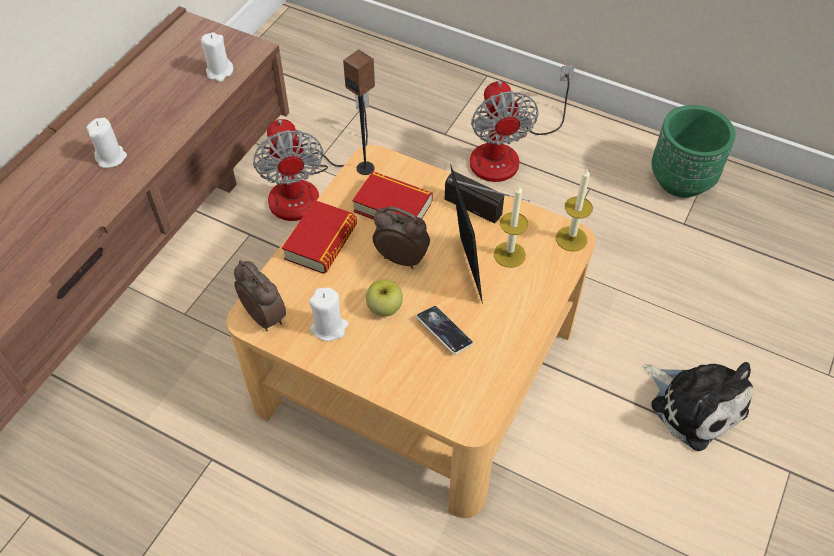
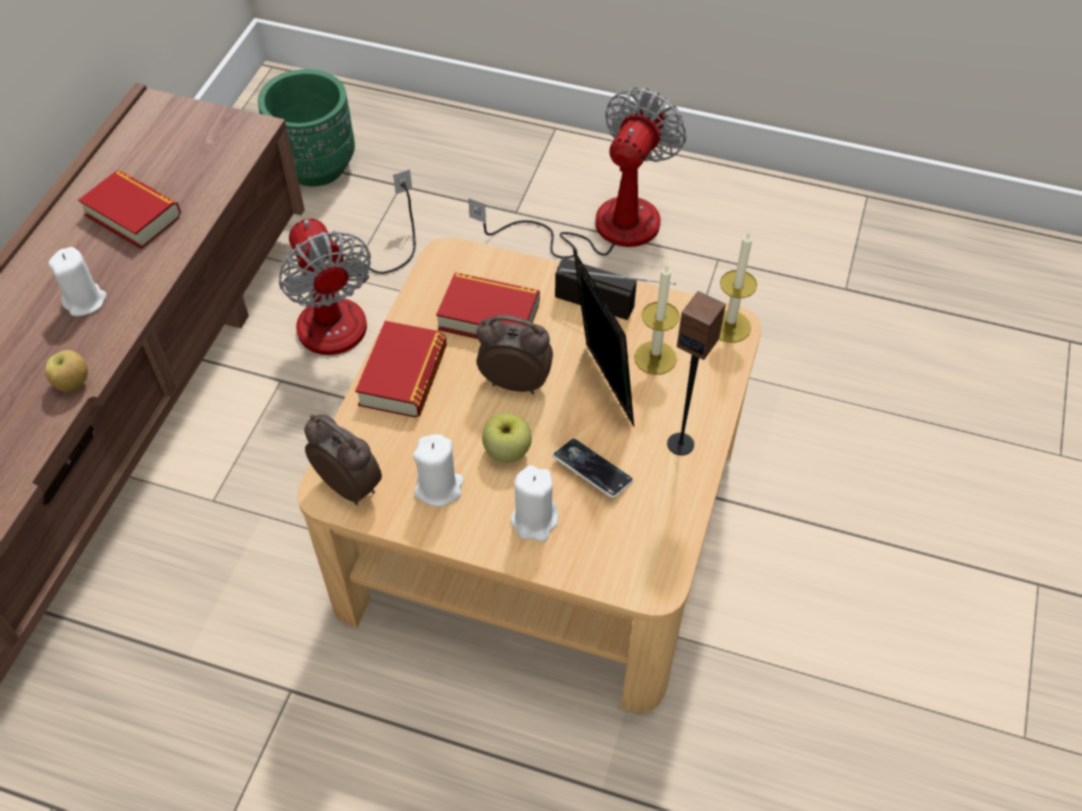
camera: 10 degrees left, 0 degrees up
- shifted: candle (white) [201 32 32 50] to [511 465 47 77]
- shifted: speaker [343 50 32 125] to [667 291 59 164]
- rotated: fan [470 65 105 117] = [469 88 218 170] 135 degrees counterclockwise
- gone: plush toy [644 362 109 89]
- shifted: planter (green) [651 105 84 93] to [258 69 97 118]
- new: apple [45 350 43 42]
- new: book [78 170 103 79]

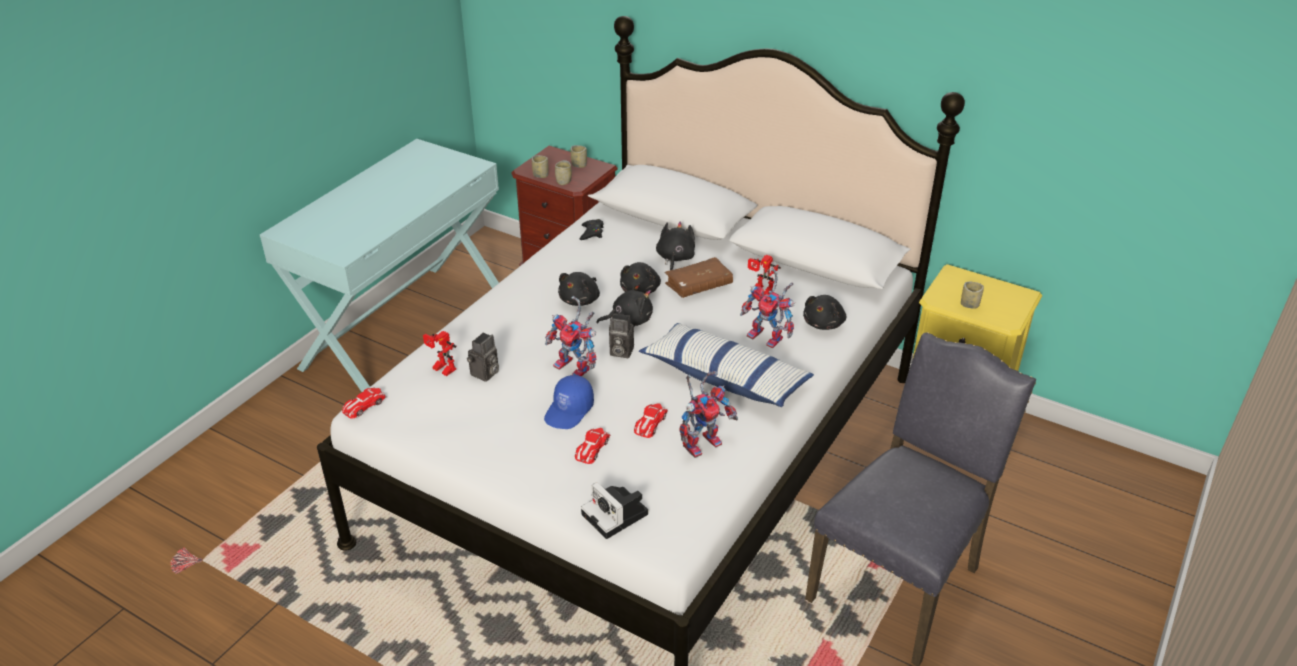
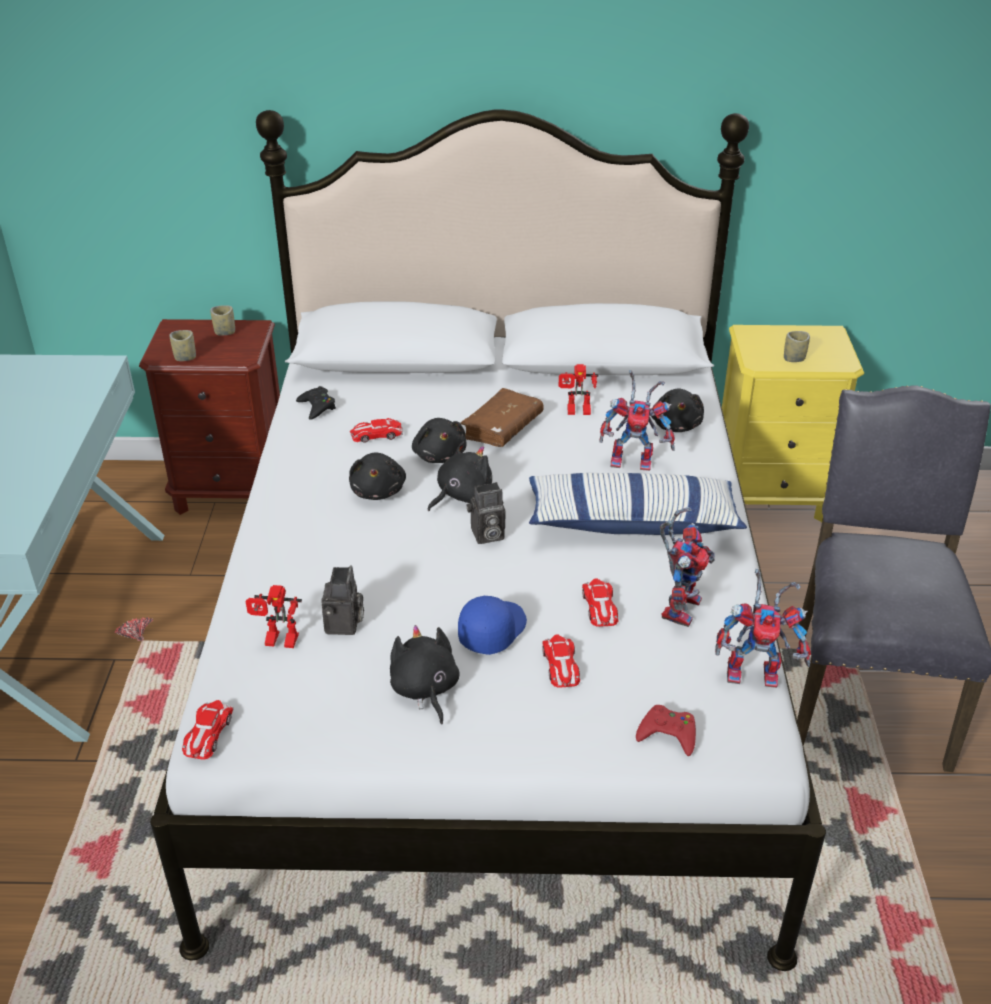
camera: 30 degrees left, 0 degrees up
- rotated: cap (blue) [544 375 50 54] = [458 595 69 60] 150 degrees counterclockwise
- shifted: toy robot [545 296 51 80] to [715 569 96 119]
- gone: cup [555 160 17 25]
- swapped: photo camera [581 482 67 57] to game controller (red) [636 705 60 51]
- shifted: plush toy (black) [656 221 39 49] to [390 625 70 100]
- new: toy car [350 418 53 25]

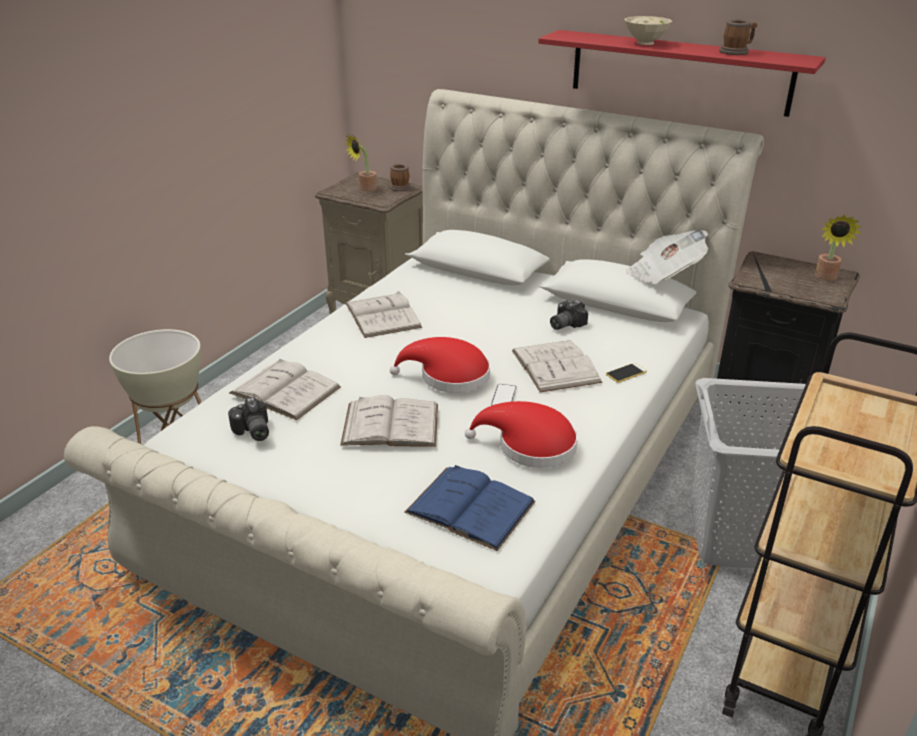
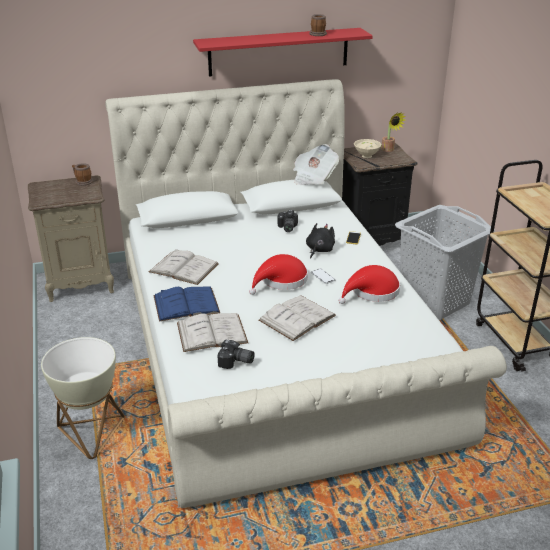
camera: 45 degrees left, 0 degrees up
- gone: potted plant [345 135 32 57]
- shifted: book (blue) [404 465 132 86] to [153 286 67 36]
- swapped: book (white) [512 340 90 53] to plush toy (black) [306 223 29 36]
- shifted: bowl (beige) [624 16 48 29] to [354 139 28 19]

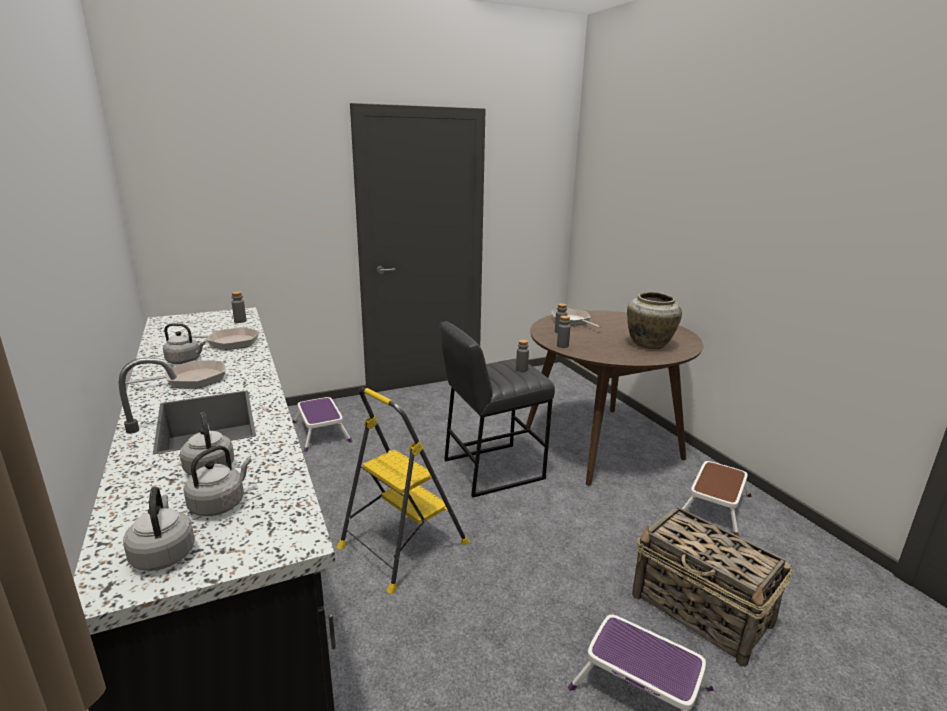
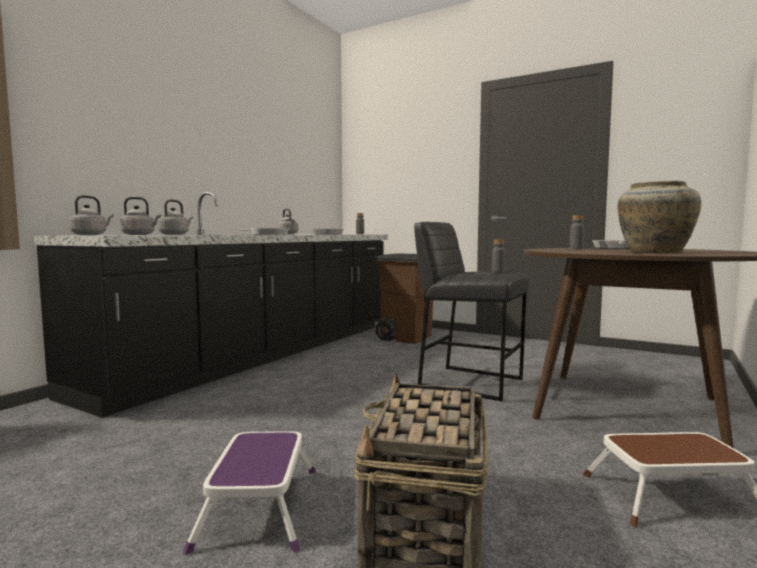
camera: 55 degrees right, 15 degrees down
- swapped: step ladder (purple) [293 397 59 55] to trash can (brown) [369 253 64 91]
- gone: step ladder (yellow) [337 387 133 207]
- gone: bottle (grey) [557 315 13 33]

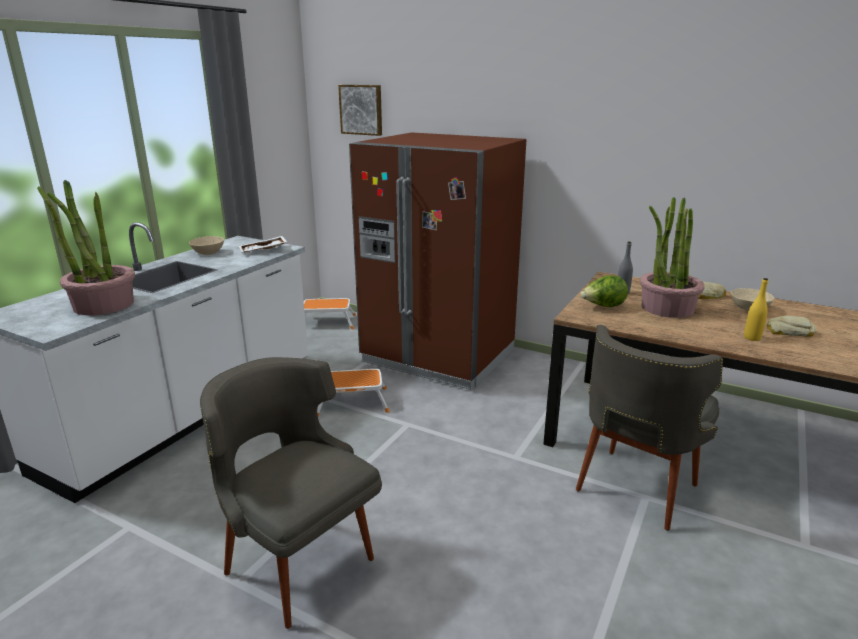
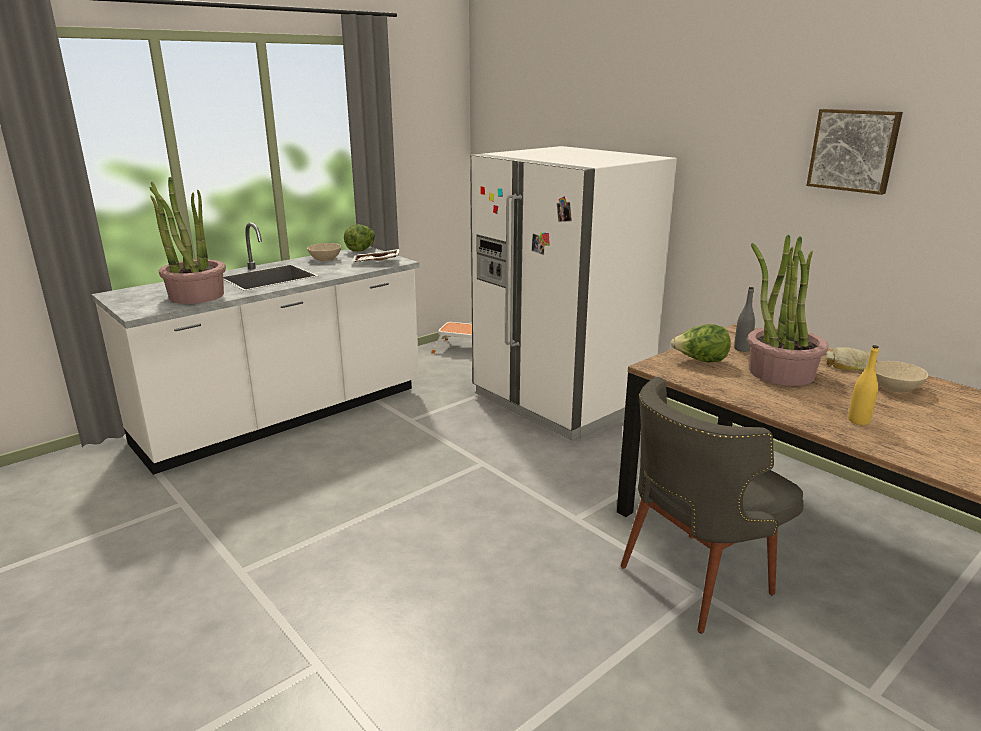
camera: 20 degrees right, 0 degrees up
- gone: chair (grey) [200 357 182 272]
- gone: step ladder (orange) [317 369 73 47]
- shifted: picture [338 85 44 51] to [806 109 97 86]
- repainted: fridge (brown) [349 132 178 258] to fridge (white) [470 146 207 295]
- gone: bread [767 316 49 21]
- new: lettuce [344 224 31 28]

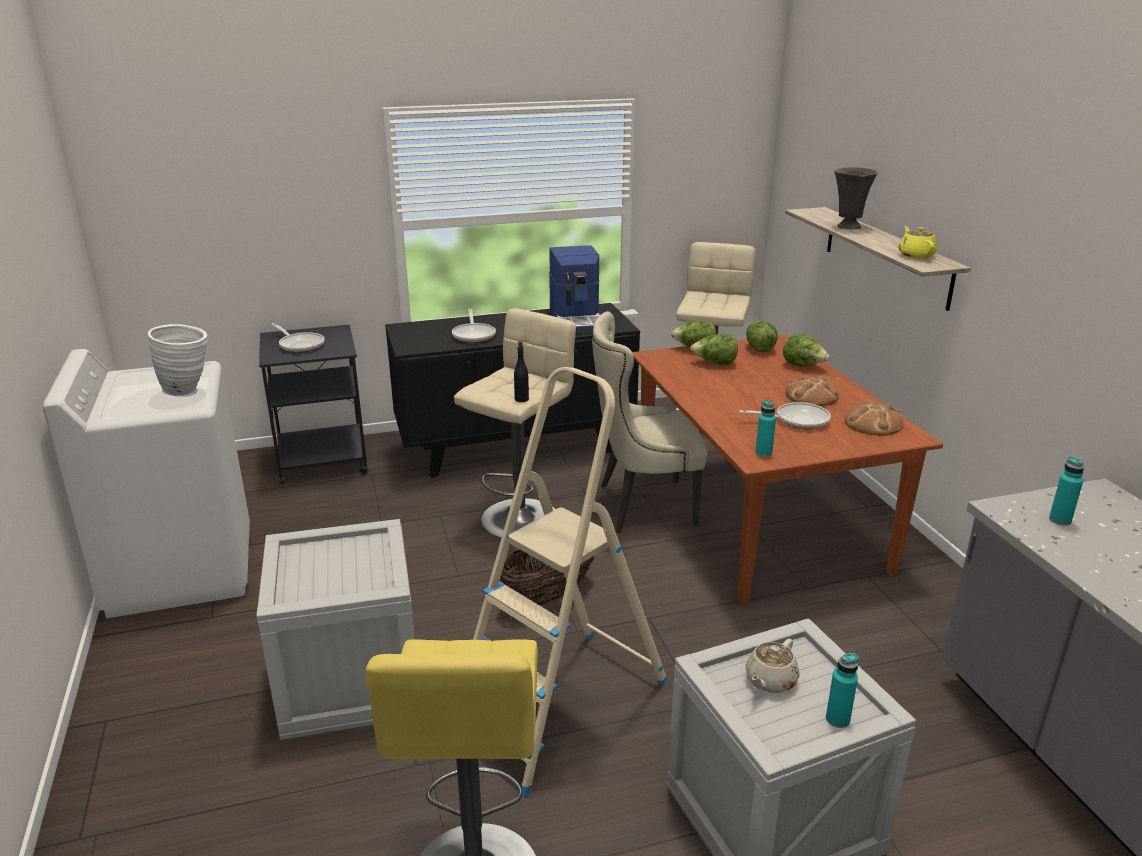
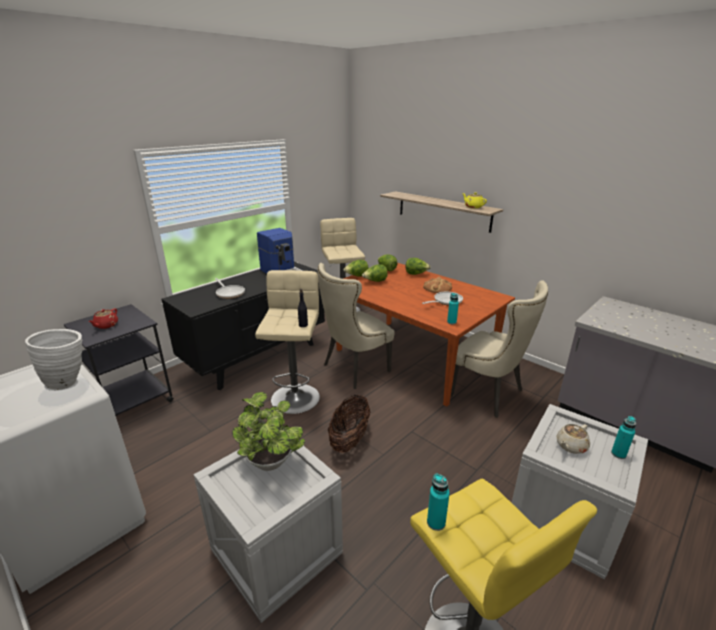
camera: 30 degrees left, 0 degrees up
- swapped: frying pan [271 323 54 29] to teapot (red) [88 308 30 21]
- gone: step ladder (beige) [473 367 195 429]
- rotated: teapot (beige) [745 639 55 54] = [556 424 34 30] 45 degrees clockwise
- gone: vase (grey) [834 167 44 62]
- gone: bread [845 400 58 36]
- shifted: bottle (turquoise) [1049 457 35 69] to [427 474 23 57]
- new: potted plant [232 392 73 79]
- new: chair (beige) [451 280 97 138]

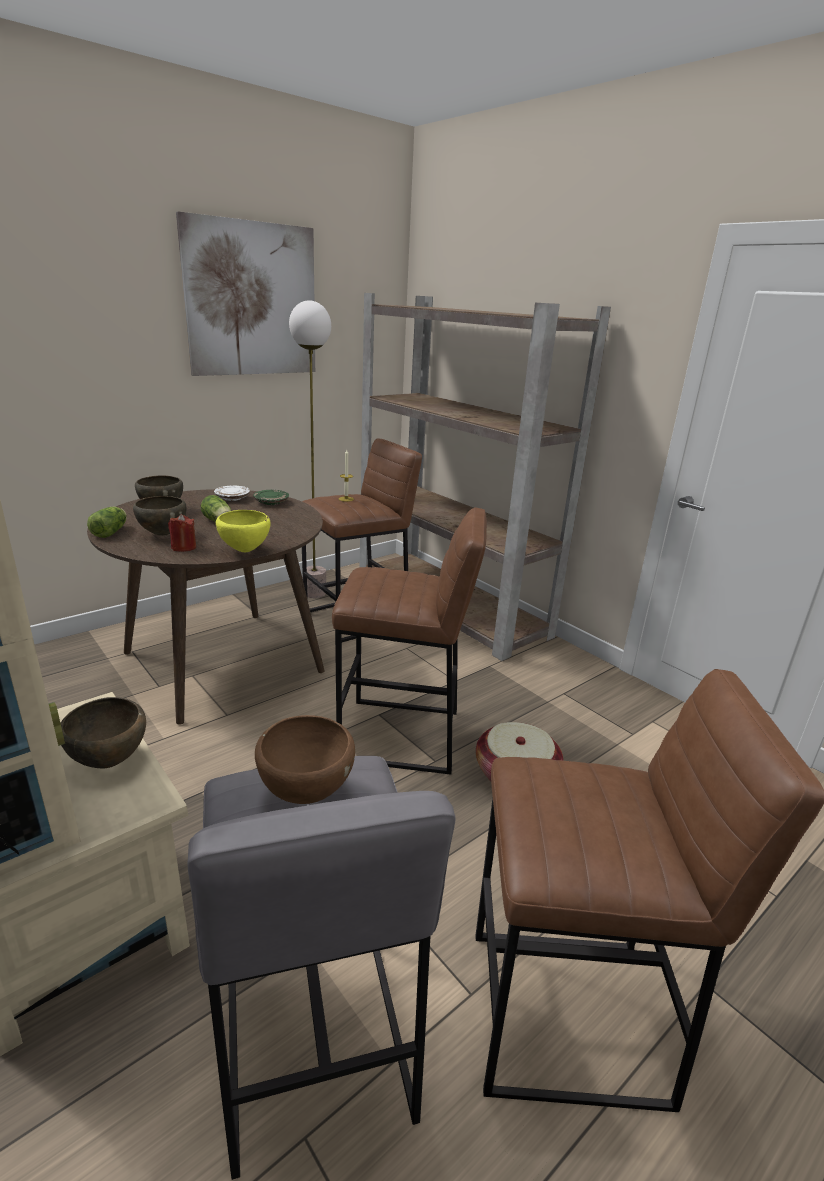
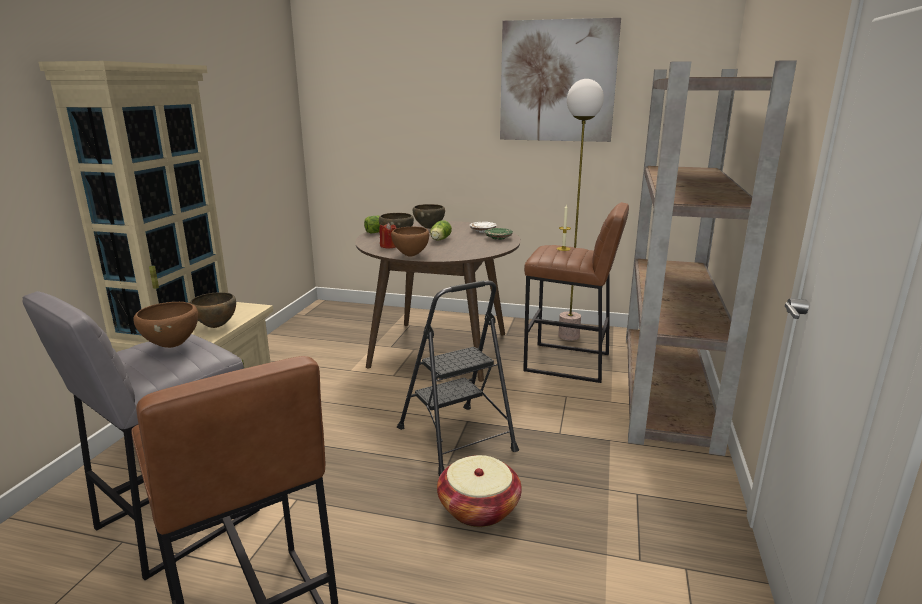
camera: 55 degrees right, 5 degrees down
- repainted: bowl (yellow) [216 510 54 42] to bowl (brown) [391 227 38 30]
- swapped: stool (brown) [332 507 155 268] to step ladder (black) [397 281 122 196]

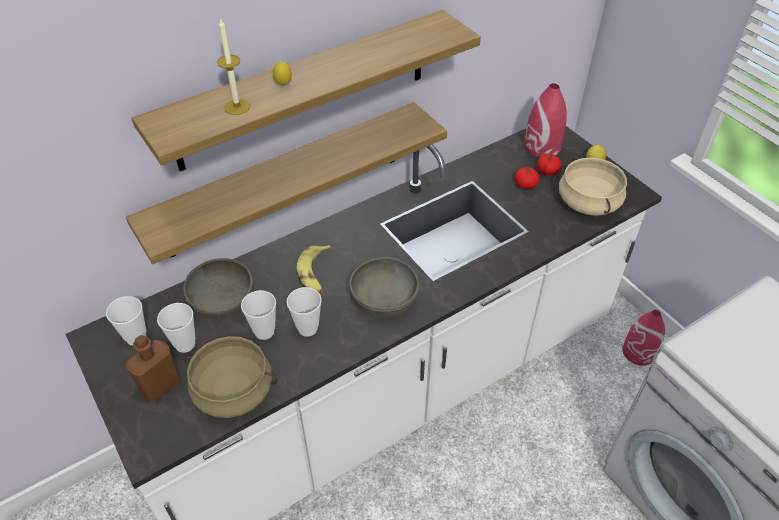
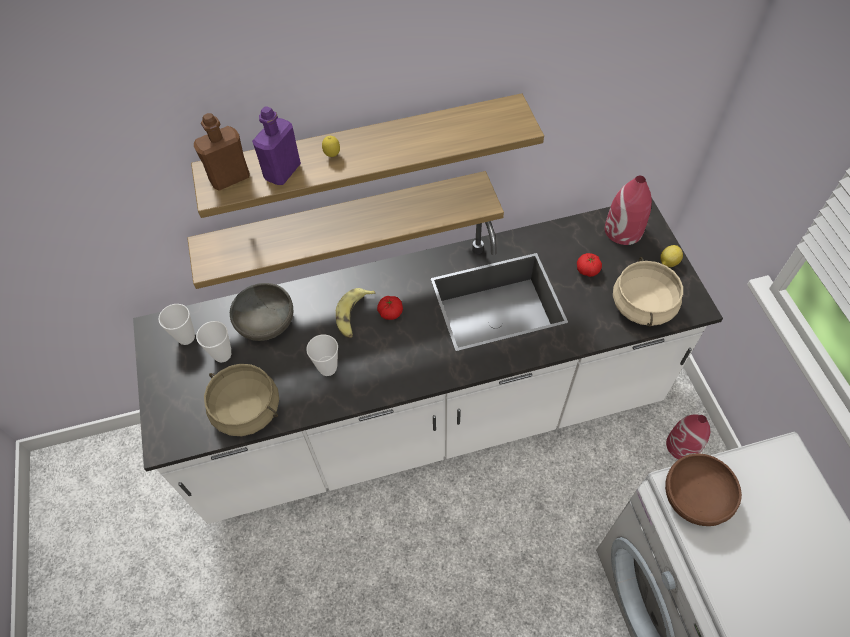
camera: 20 degrees right, 10 degrees up
- shifted: bottle (brown) [126 335 54 67] to [194 113 56 78]
- swapped: candle [217 18 33 97] to bottle (purple) [252 106 49 79]
- gone: cup [241 290 35 50]
- gone: bowl (grey) [349 257 70 60]
- shifted: tomato [537 154 24 21] to [377 296 26 24]
- new: bowl (brown) [665 454 77 72]

